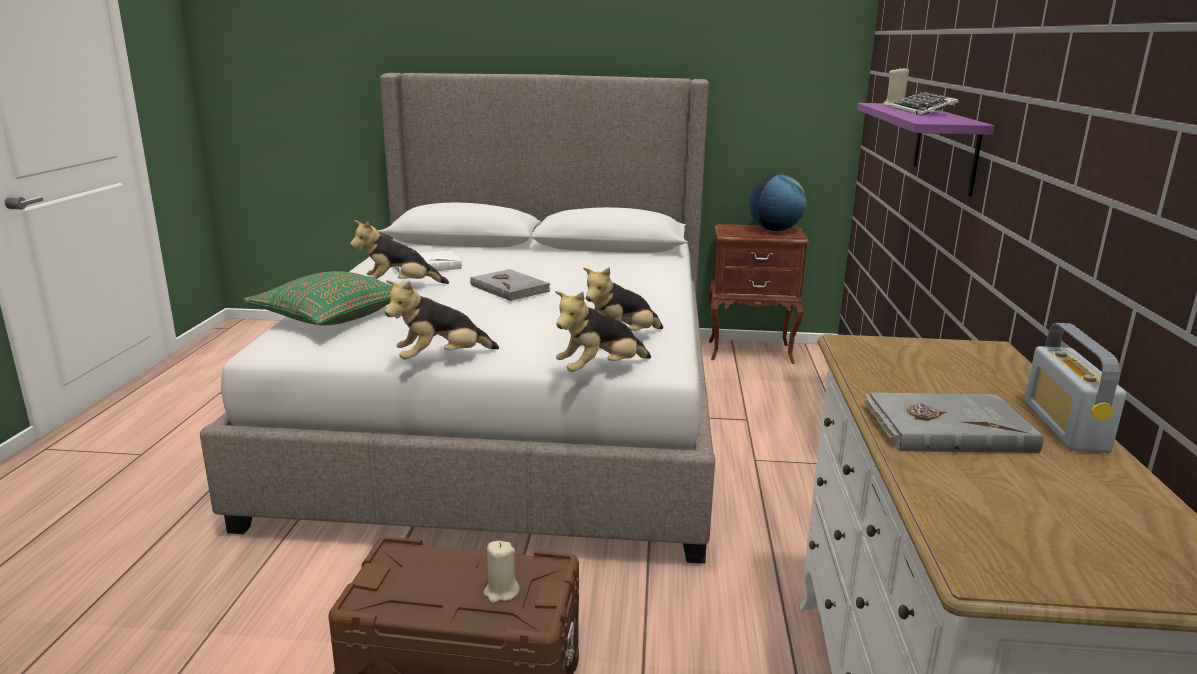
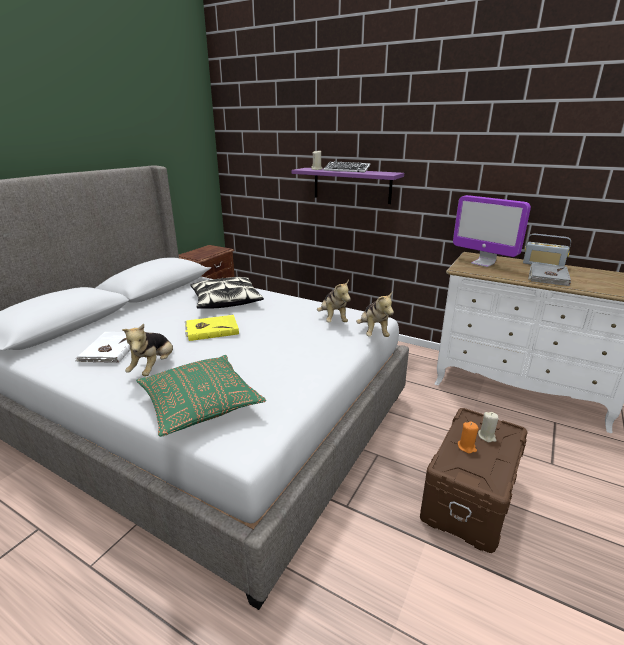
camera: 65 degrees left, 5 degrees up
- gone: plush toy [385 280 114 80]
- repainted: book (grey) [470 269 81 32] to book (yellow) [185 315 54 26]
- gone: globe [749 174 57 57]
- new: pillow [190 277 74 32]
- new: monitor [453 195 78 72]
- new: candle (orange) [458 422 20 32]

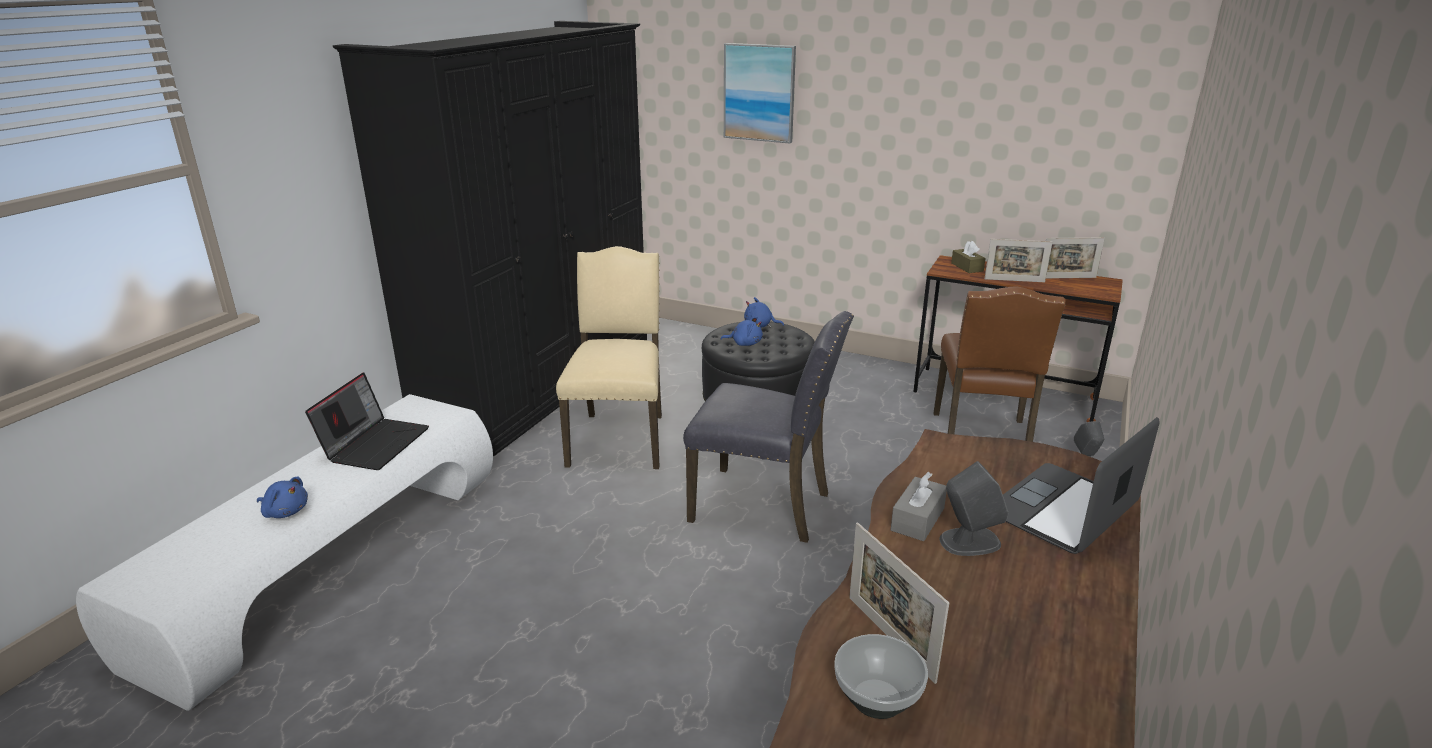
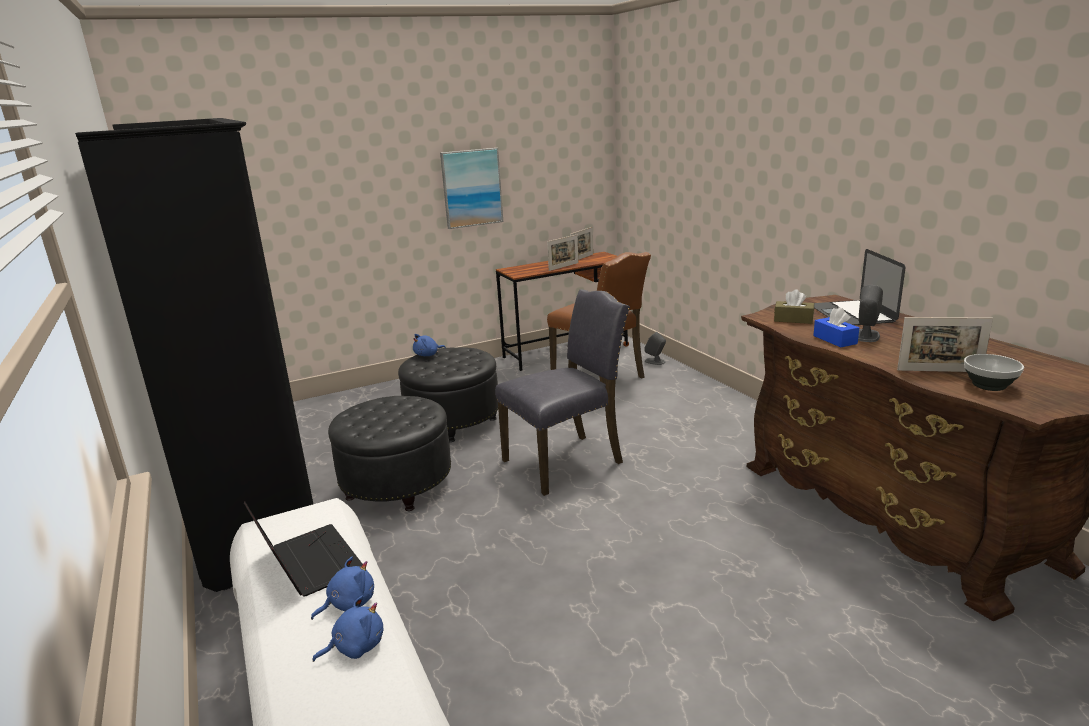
camera: 50 degrees left, 5 degrees down
- swapped: chair (beige) [556 246 106 223] to ottoman (black) [328 396 123 115]
- shifted: plush toy (blue) [721 316 42 30] to [311 557 63 63]
- shifted: picture [724 43 72 101] to [440 148 63 81]
- repainted: tissue box (grey) [891 472 56 69] to tissue box (blue) [813 307 46 40]
- shifted: tissue box (brown) [951 241 35 32] to [774 289 40 35]

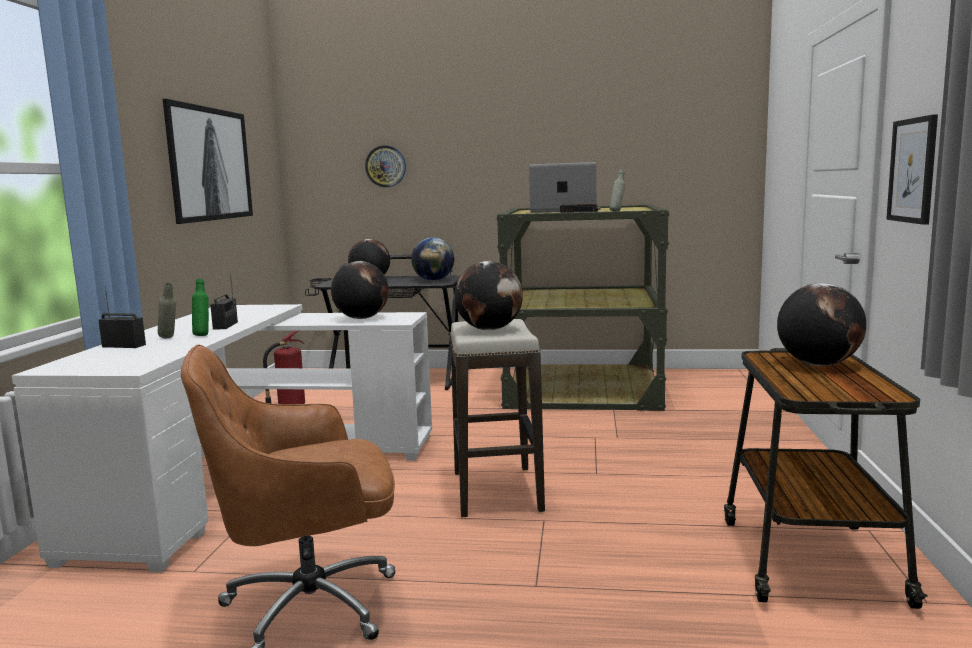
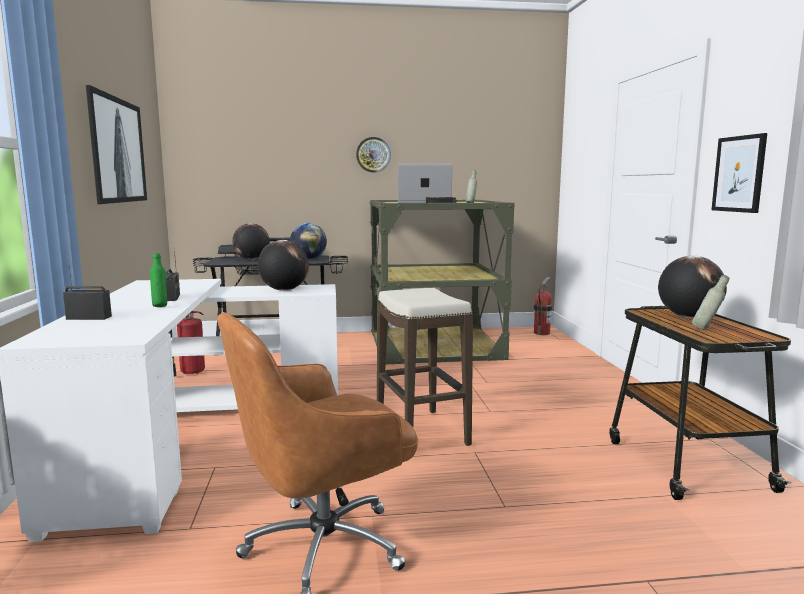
camera: 15 degrees left, 0 degrees up
- shifted: bottle (grey) [158 282 18 56] to [692 275 37 55]
- shifted: wall clock [365 145 41 42] to [356 137 35 36]
- gone: globe [455 261 68 69]
- new: fire extinguisher [534 277 18 58]

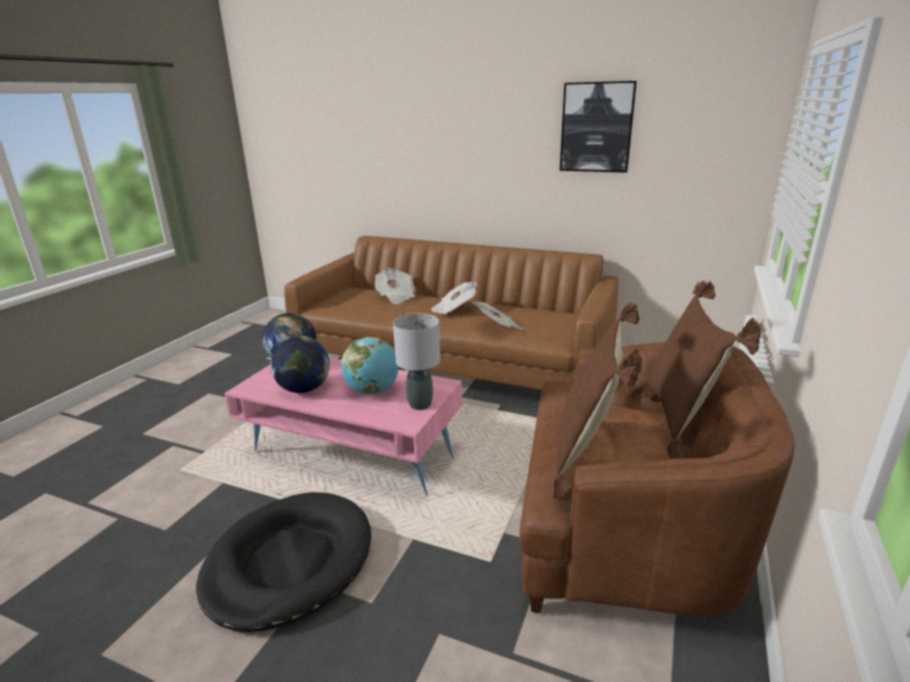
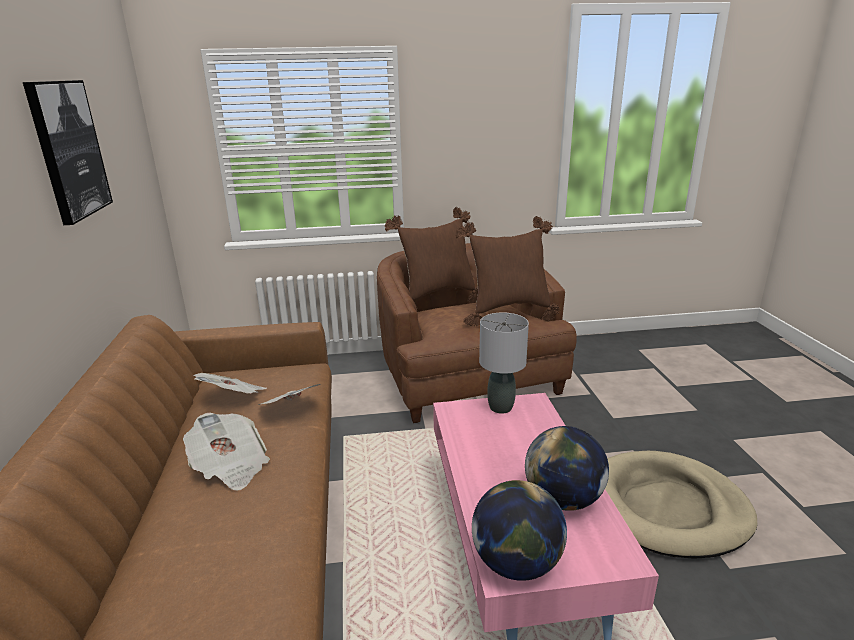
camera: 120 degrees left, 0 degrees up
- repainted: dog bed (black) [196 492 175 140] to dog bed (beige) [605 451 152 108]
- gone: globe [341 337 58 58]
- shifted: newspaper [374 268 41 36] to [194 373 73 21]

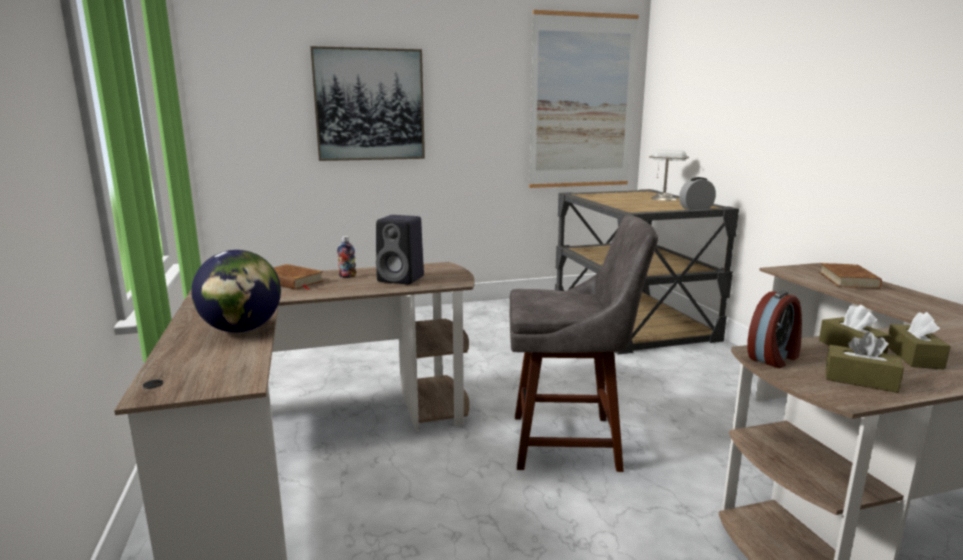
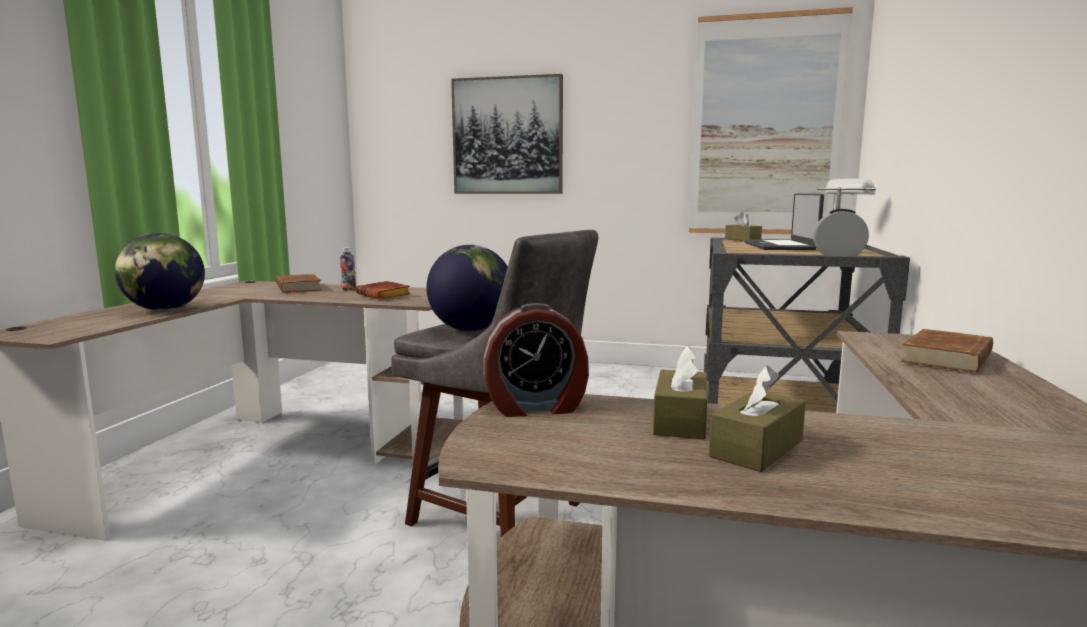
camera: 30 degrees right, 5 degrees down
- swapped: speaker (black) [376 215 48 69] to book (brown) [356 281 55 18]
- shifted: tissue box (brown) [826 332 78 61] to [725 212 37 29]
- new: globe [426 245 82 86]
- new: laptop [744 193 80 57]

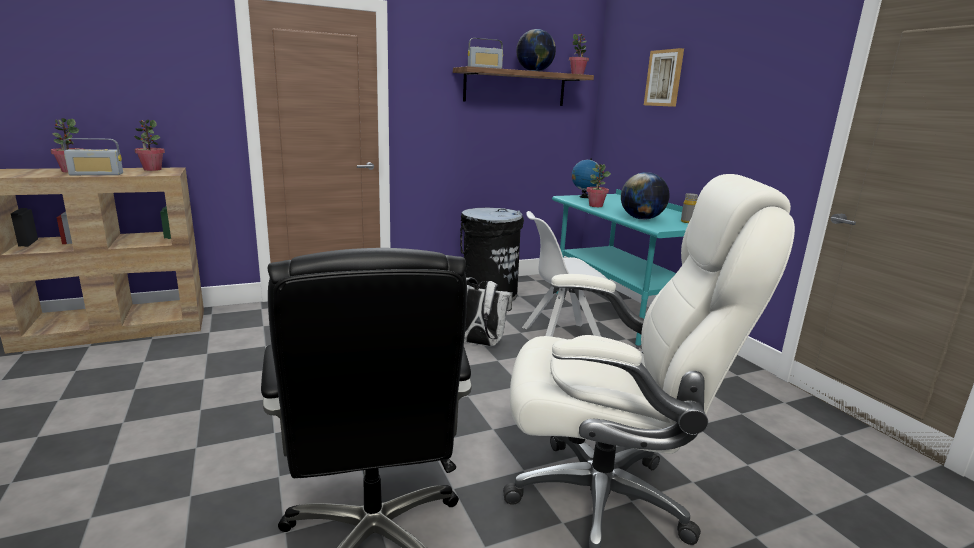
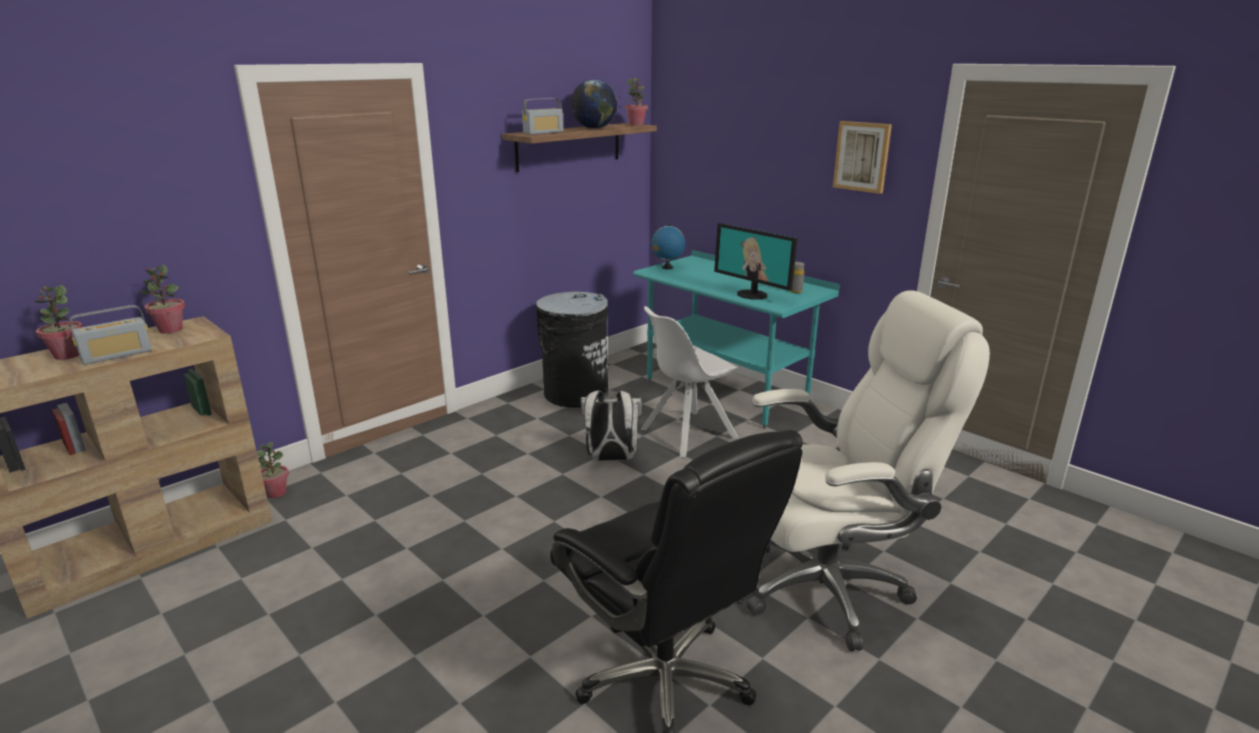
camera: 20 degrees left, 5 degrees up
- shifted: potted plant [586 164 25 43] to [257 442 32 56]
- swapped: globe [621 172 49 48] to monitor [714 223 84 77]
- shifted: picture [644 48 40 59] to [833 121 59 73]

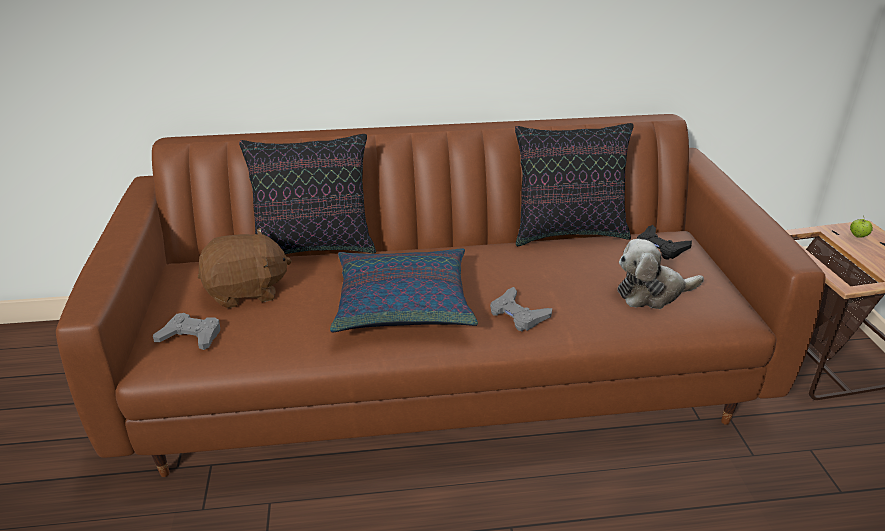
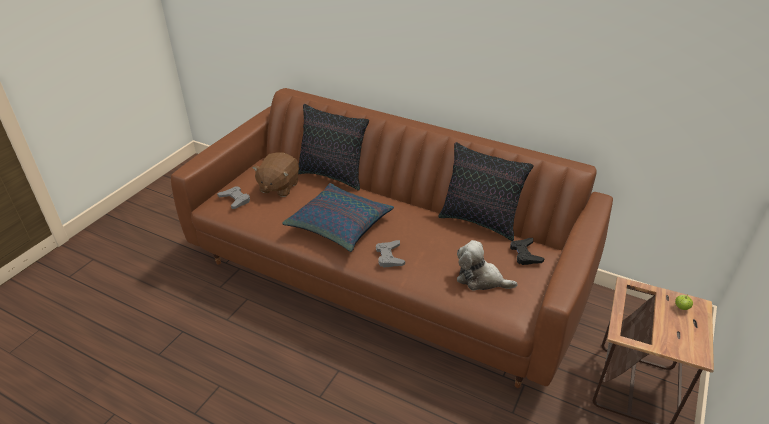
camera: 35 degrees right, 5 degrees up
- rotated: plush toy (brown) [198 228 94 80] = [252 152 47 45] 90 degrees clockwise

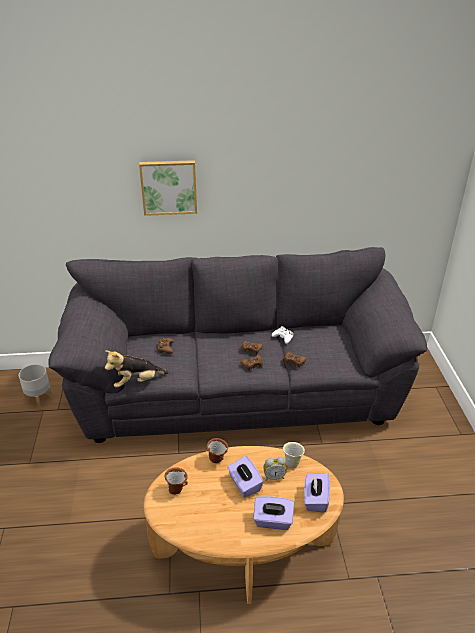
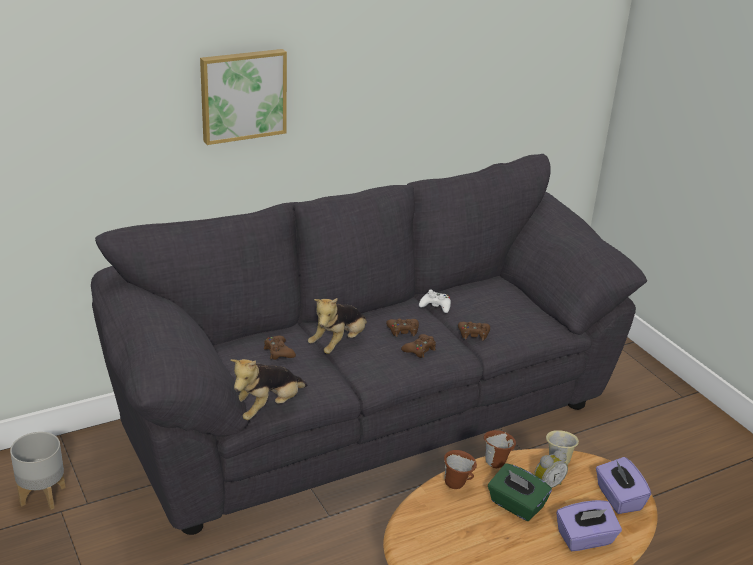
camera: 25 degrees left, 5 degrees down
- shifted: mug (brown) [164 467 24 28] to [484 430 32 38]
- repainted: tissue box (purple) [227 456 36 42] to tissue box (green) [488 463 64 58]
- new: plush toy [308 298 59 56]

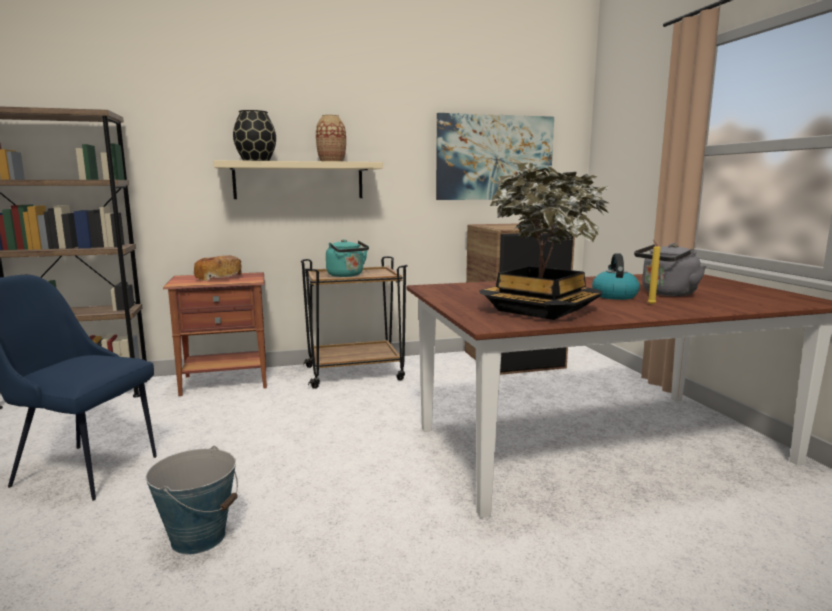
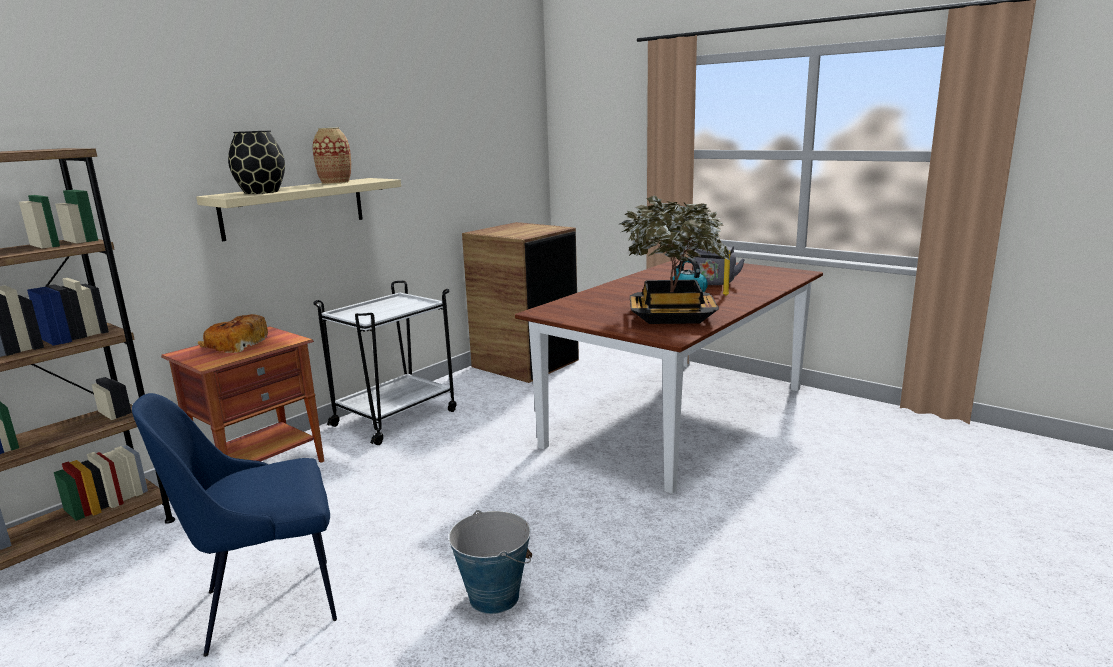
camera: 35 degrees left, 5 degrees up
- repainted: cart (brown) [301 256 107 133] to cart (white) [313 281 144 164]
- gone: kettle (turquoise) [326 239 43 38]
- gone: picture [436 113 118 87]

